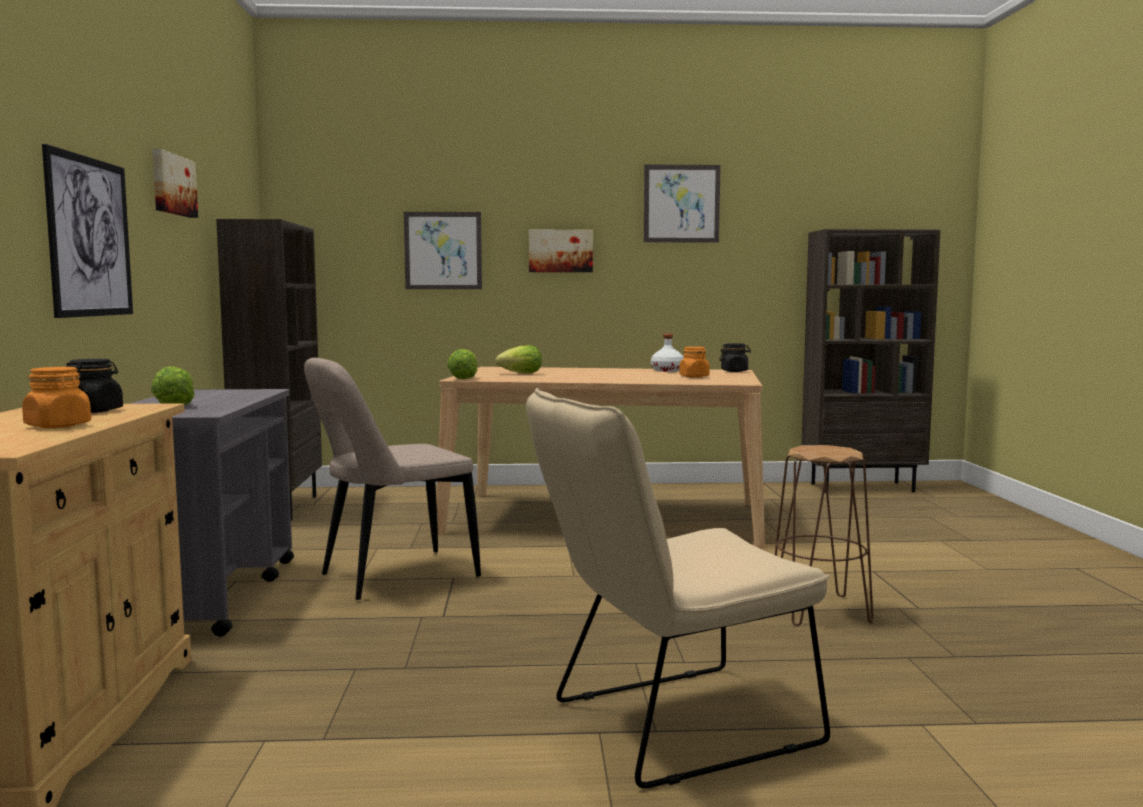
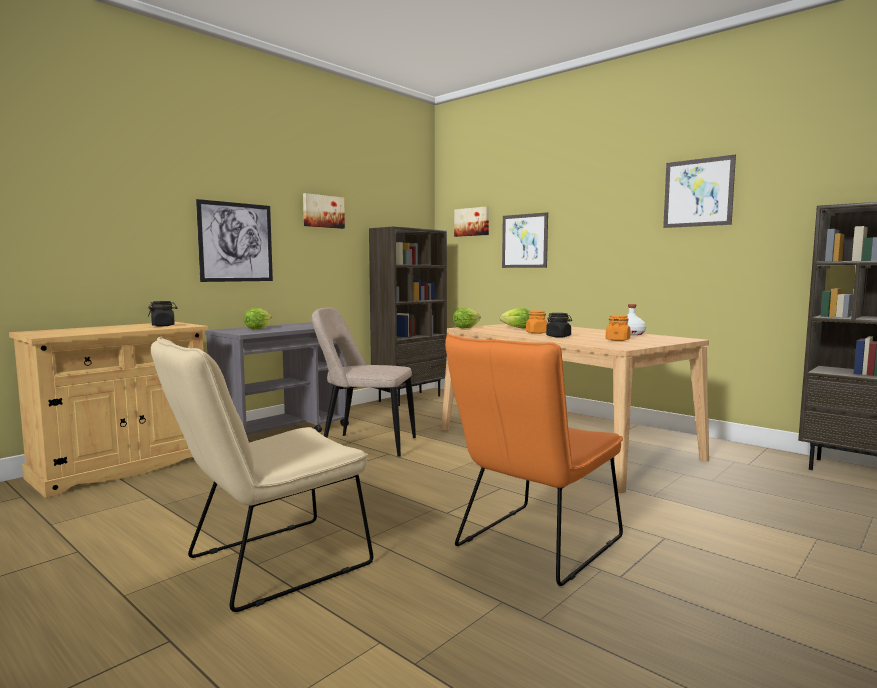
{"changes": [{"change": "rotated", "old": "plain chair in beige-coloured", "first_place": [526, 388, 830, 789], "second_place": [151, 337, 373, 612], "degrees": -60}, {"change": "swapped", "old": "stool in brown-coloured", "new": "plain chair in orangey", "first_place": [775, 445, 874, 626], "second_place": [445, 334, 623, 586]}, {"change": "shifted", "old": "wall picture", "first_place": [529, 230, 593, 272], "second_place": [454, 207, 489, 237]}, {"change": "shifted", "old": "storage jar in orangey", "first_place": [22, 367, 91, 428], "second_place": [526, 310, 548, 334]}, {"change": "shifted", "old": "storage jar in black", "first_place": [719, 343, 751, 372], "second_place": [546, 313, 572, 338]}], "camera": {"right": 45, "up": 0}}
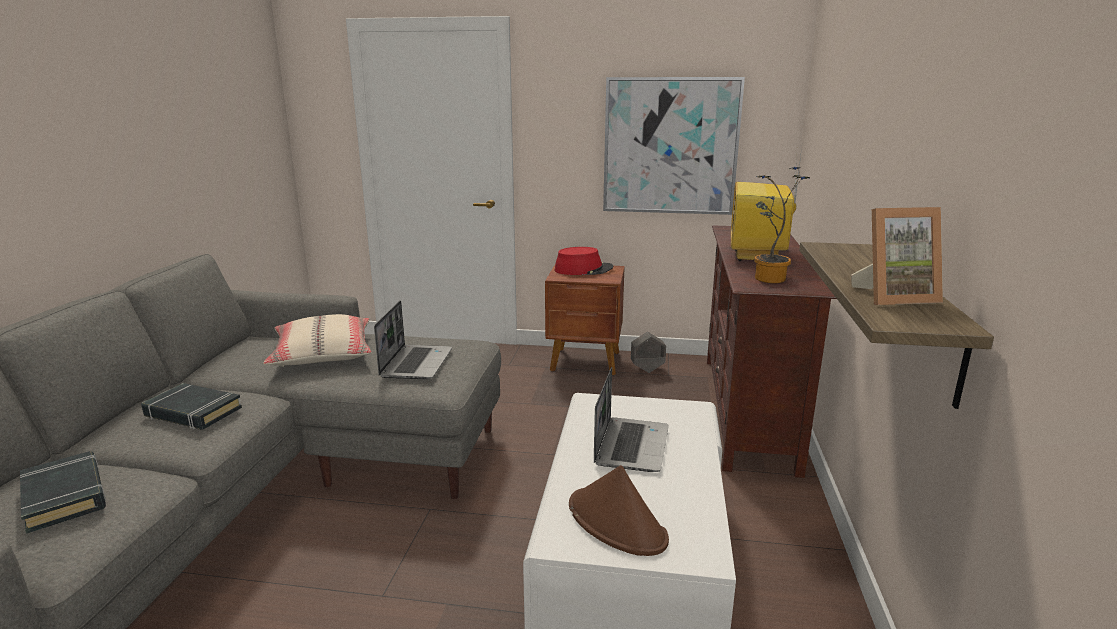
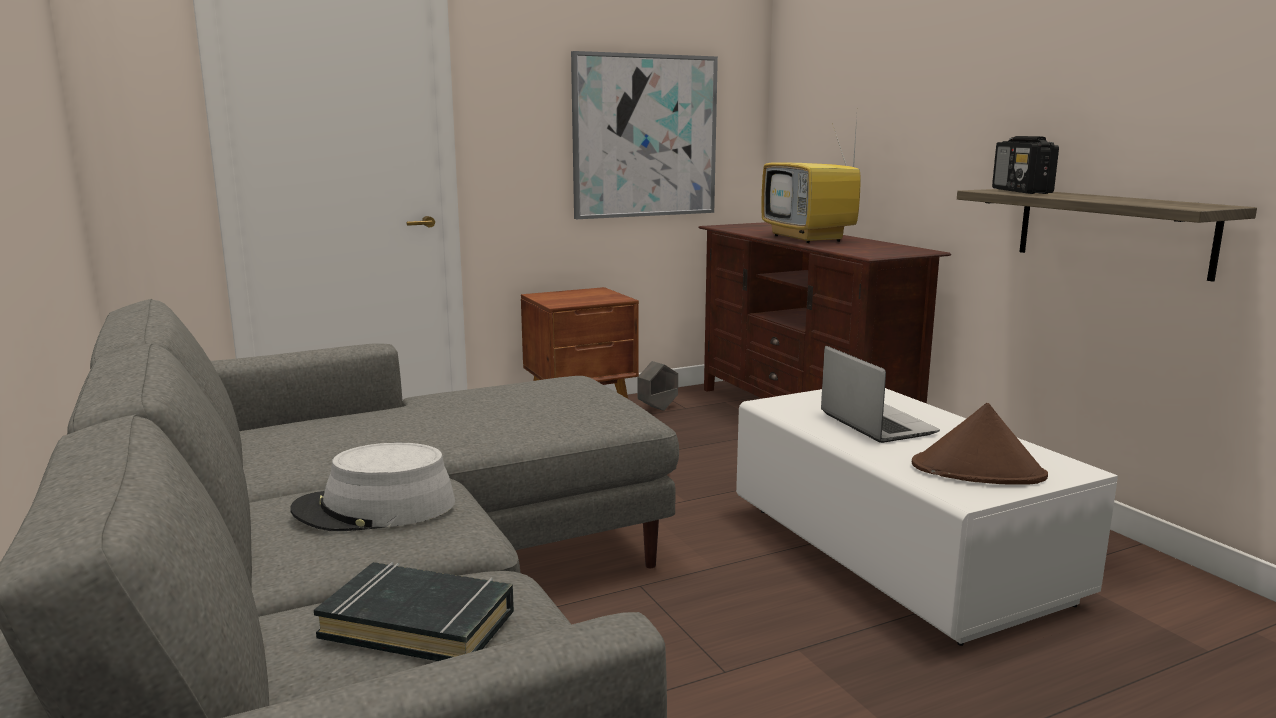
{"changes": [{"change": "swapped", "old": "bound book in black", "new": "wearable hat in greyish", "first_place": [141, 383, 242, 430], "second_place": [290, 442, 455, 531]}, {"change": "new", "new": "radio set", "second_place": [992, 136, 1059, 194]}, {"change": "gone", "old": "cushion in beige-coloured", "first_place": [263, 314, 371, 367]}, {"change": "gone", "old": "laptop", "first_place": [374, 300, 452, 379]}, {"change": "gone", "old": "wearable hat in reddish", "first_place": [555, 247, 613, 275]}, {"change": "gone", "old": "houseplant", "first_place": [754, 167, 810, 283]}, {"change": "gone", "old": "picture frame", "first_place": [851, 207, 943, 305]}], "camera": {"right": -35, "up": -5}}
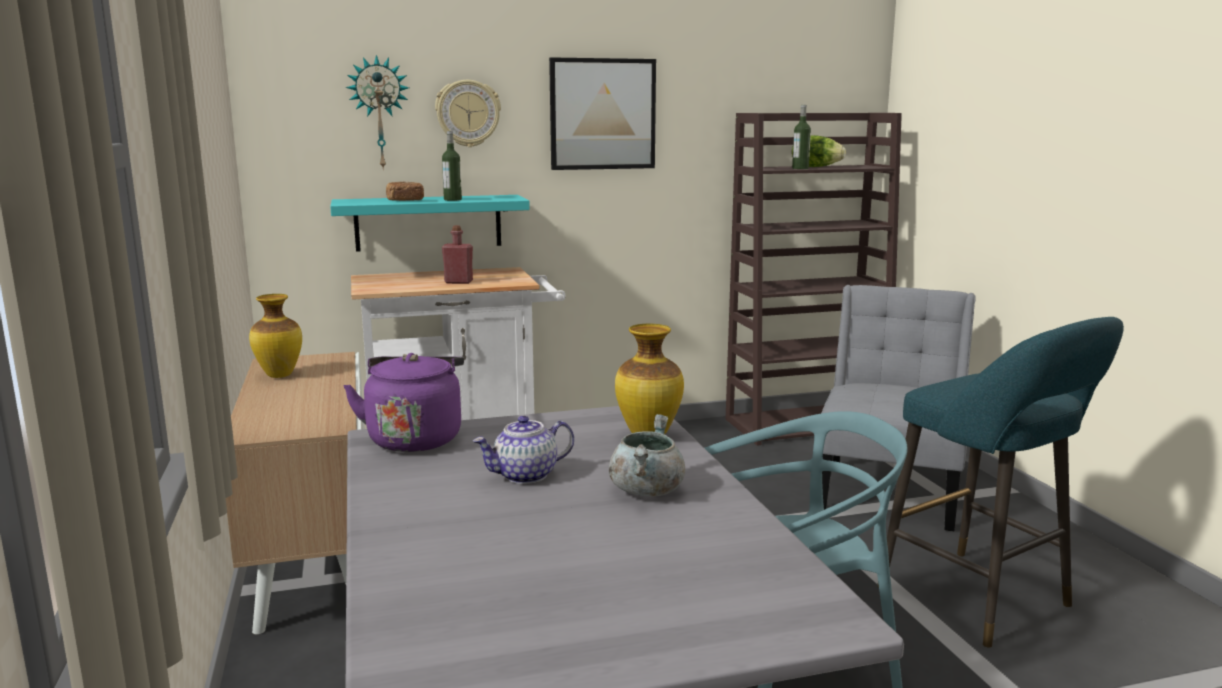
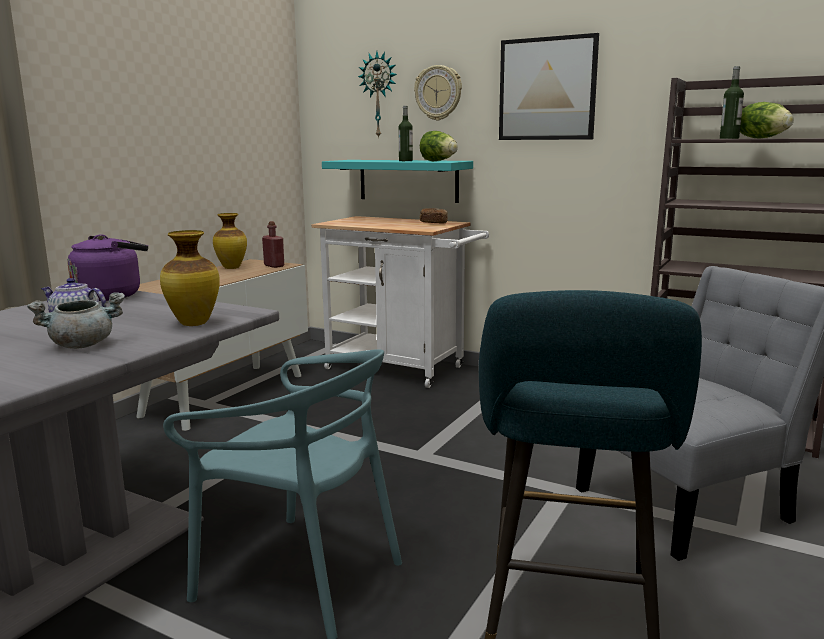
{"changes": [{"change": "shifted", "old": "bottle in reddish", "first_place": [442, 225, 473, 284], "second_place": [262, 221, 284, 268]}, {"change": "new", "new": "head of lettuce", "second_place": [420, 131, 458, 161]}, {"change": "shifted", "old": "baked bread", "first_place": [386, 181, 424, 201], "second_place": [420, 208, 448, 224]}], "camera": {"right": 45, "up": 0}}
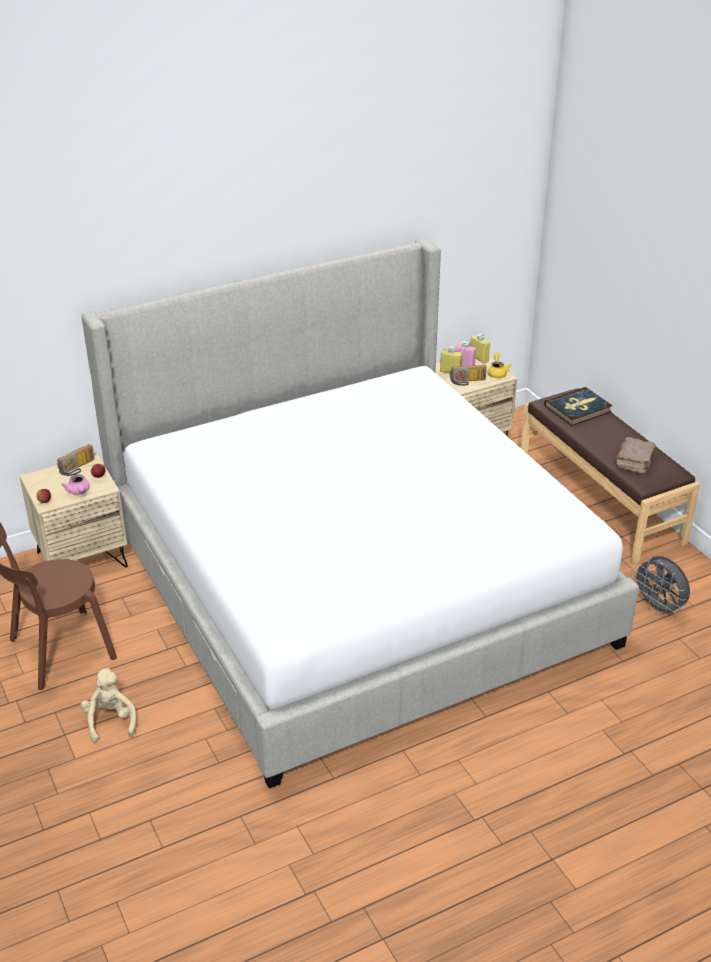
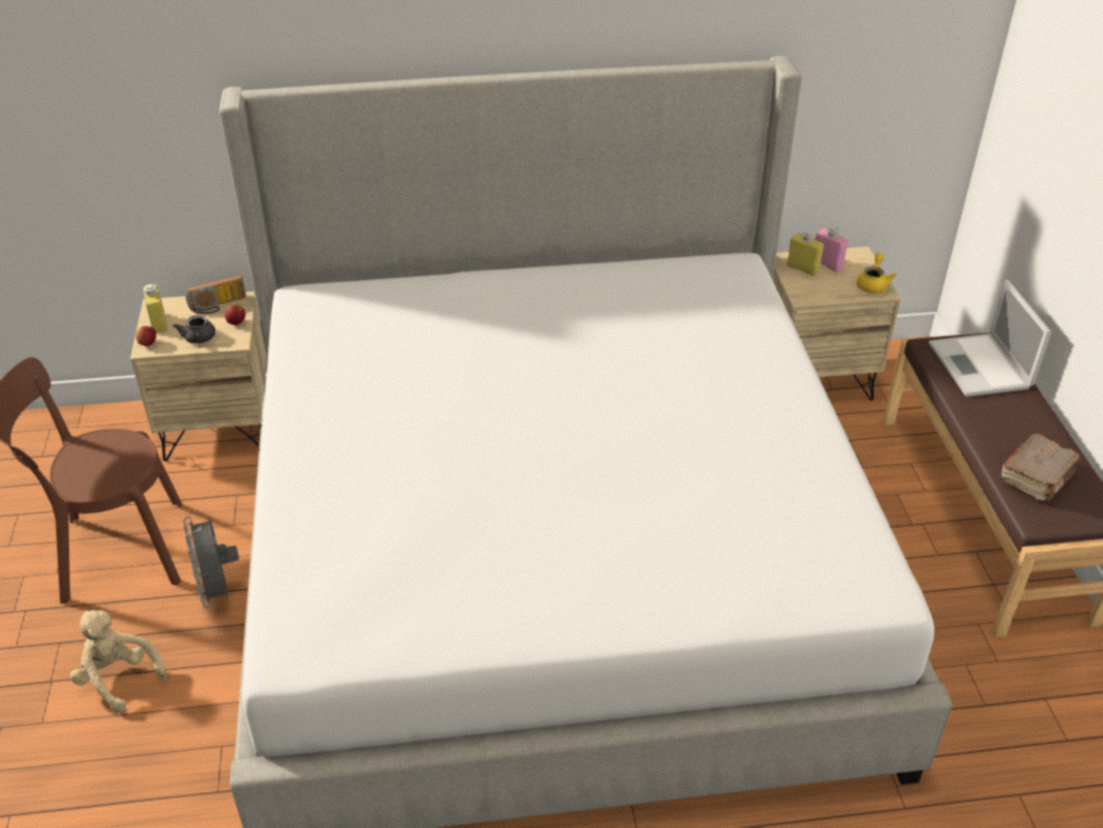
{"changes": [{"change": "rotated", "old": "plush toy in beige-coloured", "first_place": [80, 668, 136, 743], "second_place": [70, 610, 166, 713], "degrees": -60}, {"change": "shifted", "old": "bottle in yellow-coloured", "first_place": [470, 334, 490, 364], "second_place": [143, 284, 167, 333]}, {"change": "repainted", "old": "tea pot in pink", "new": "tea pot in greyish", "first_place": [62, 474, 90, 495], "second_place": [173, 315, 215, 344]}, {"change": "shifted", "old": "fan in greyish", "first_place": [632, 556, 690, 617], "second_place": [183, 516, 239, 609]}, {"change": "swapped", "old": "bound book", "new": "laptop", "first_place": [544, 387, 613, 426], "second_place": [929, 280, 1051, 397]}, {"change": "gone", "old": "radio set", "first_place": [450, 365, 487, 386]}], "camera": {"right": 20, "up": 5}}
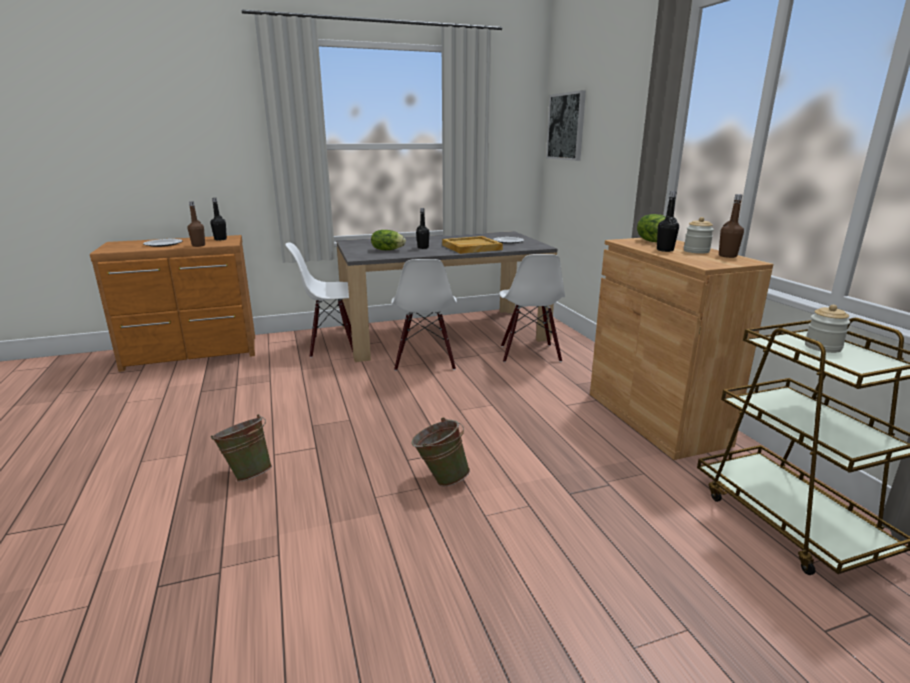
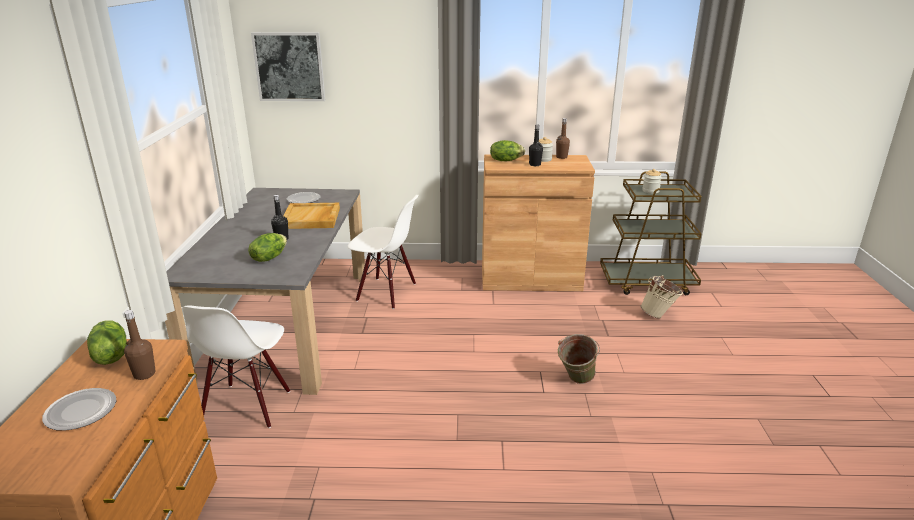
{"changes": [{"change": "swapped", "old": "bottle in black", "new": "head of lettuce", "first_place": [210, 198, 227, 240], "second_place": [87, 320, 127, 365]}, {"change": "new", "new": "bucket in beige-coloured", "second_place": [640, 275, 683, 319]}, {"change": "gone", "old": "bucket in greenish", "first_place": [211, 414, 272, 482]}, {"change": "gone", "old": "plain chair in whitish", "first_place": [391, 259, 457, 371]}], "camera": {"right": -70, "up": 5}}
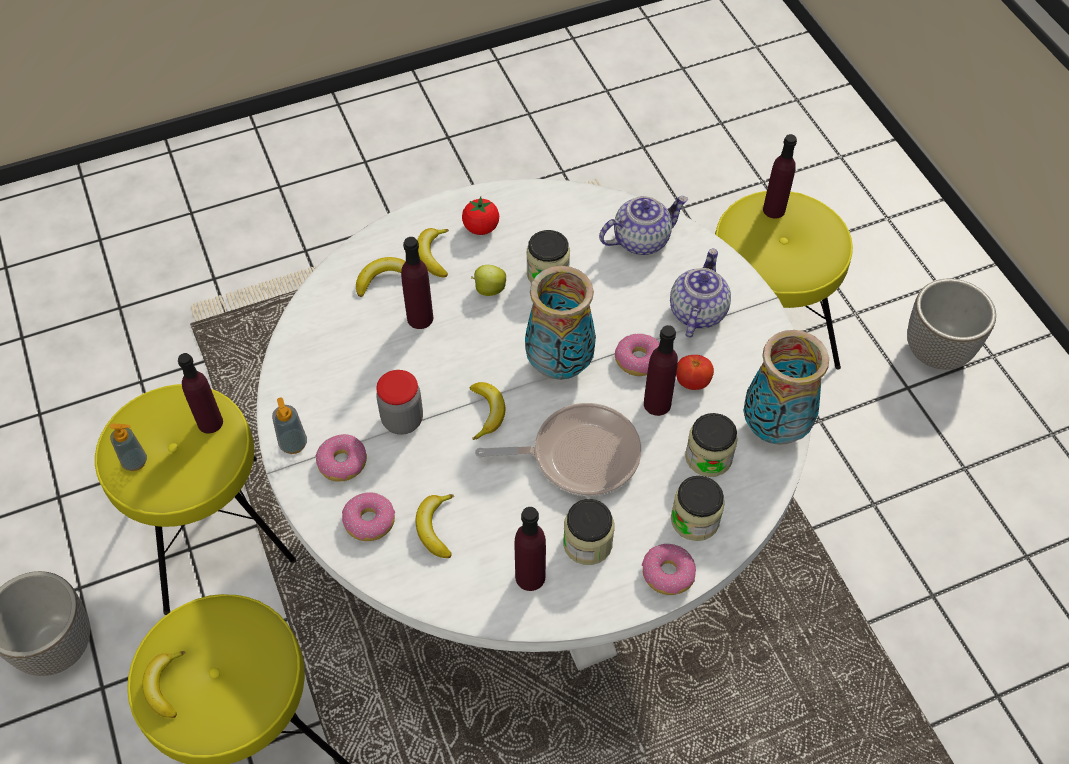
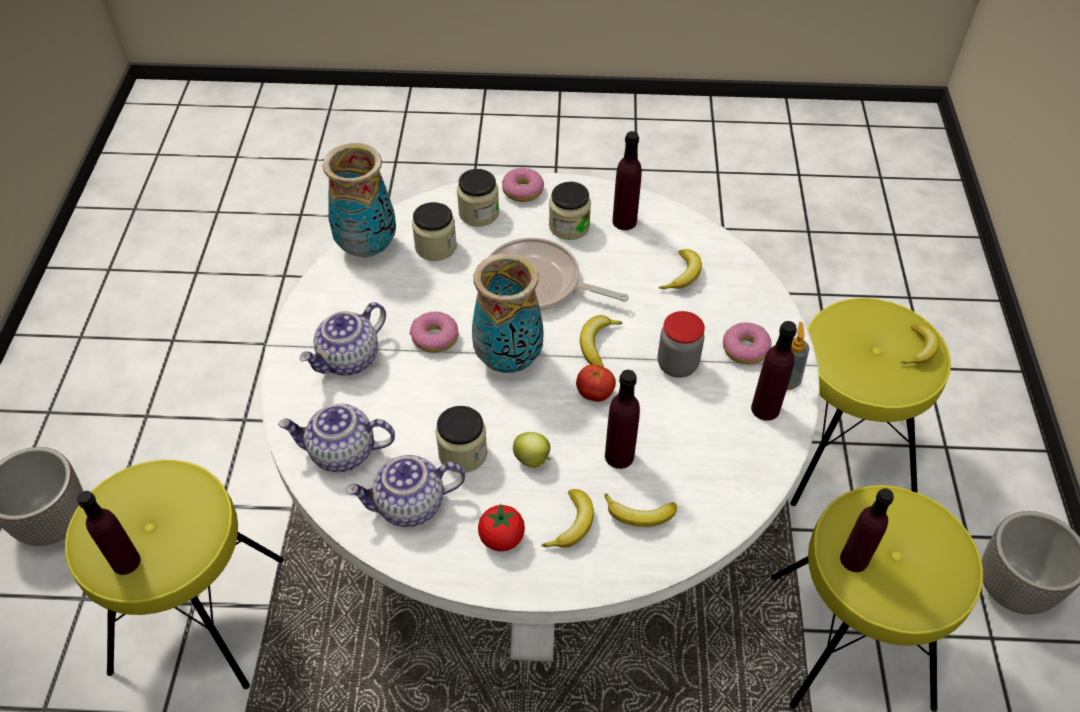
{"changes": [{"change": "new", "new": "tea pot", "second_place": [346, 455, 465, 527]}, {"change": "shifted", "old": "whole tomato", "first_place": [676, 355, 714, 390], "second_place": [576, 364, 616, 402]}, {"change": "shifted", "old": "bottle in purplish", "first_place": [644, 325, 678, 416], "second_place": [751, 321, 797, 421]}, {"change": "gone", "old": "soap dispenser", "first_place": [110, 424, 147, 471]}, {"change": "gone", "old": "ring doughnut", "first_place": [342, 492, 395, 541]}], "camera": {"right": -155, "up": -5}}
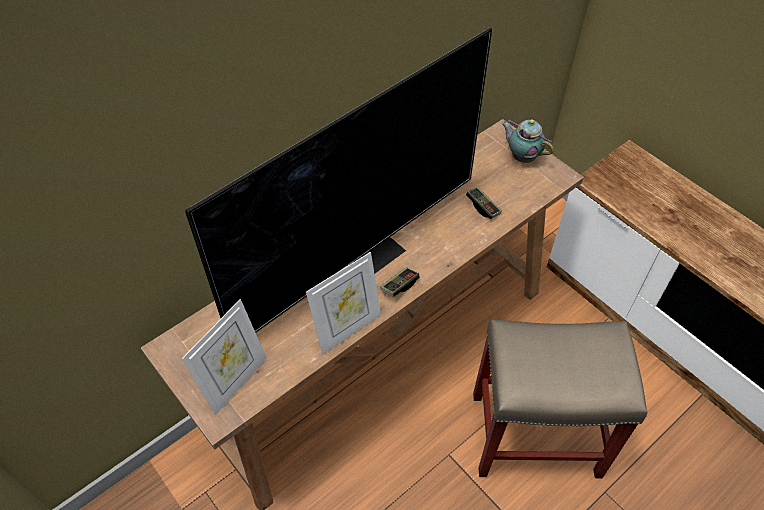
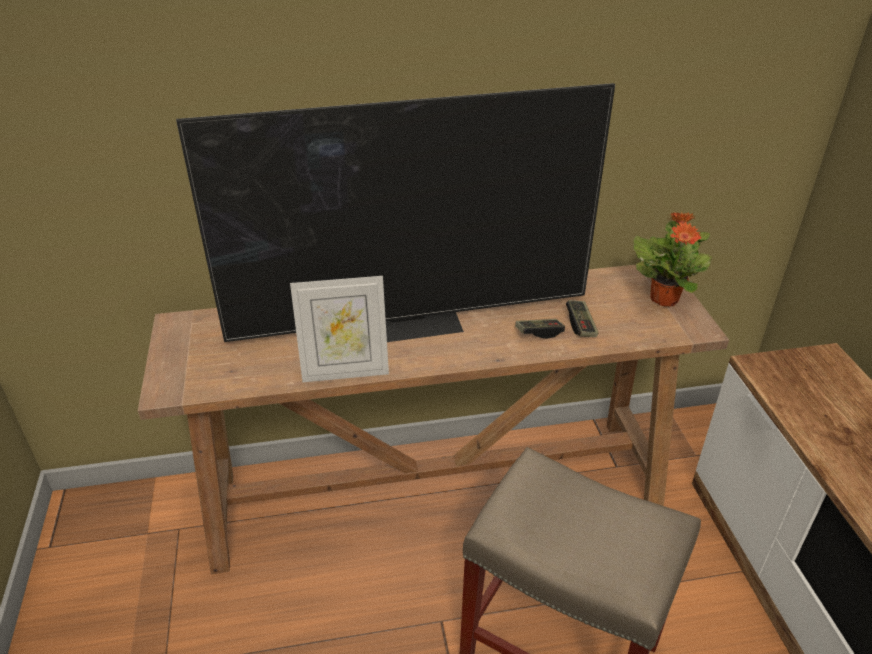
{"changes": [{"change": "shifted", "old": "gamepad", "first_place": [381, 267, 420, 297], "second_place": [515, 319, 565, 339]}, {"change": "swapped", "old": "tea pot", "new": "houseplant", "first_place": [501, 119, 554, 163], "second_place": [633, 212, 712, 307]}, {"change": "gone", "old": "picture frame", "first_place": [182, 299, 267, 415]}], "camera": {"right": 30, "up": -15}}
